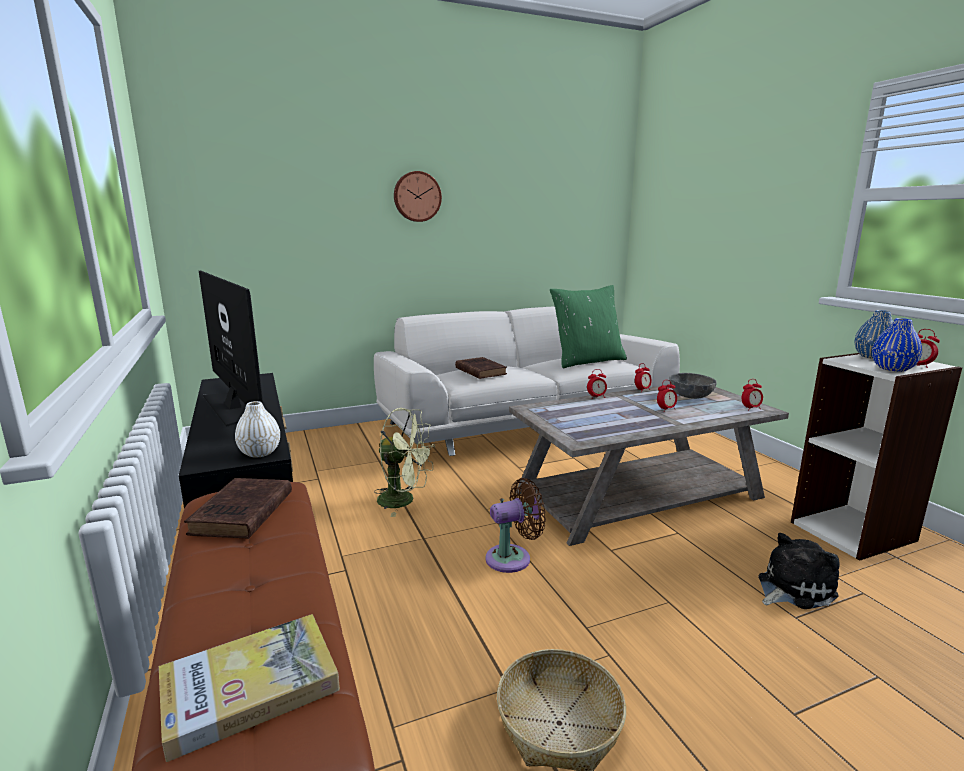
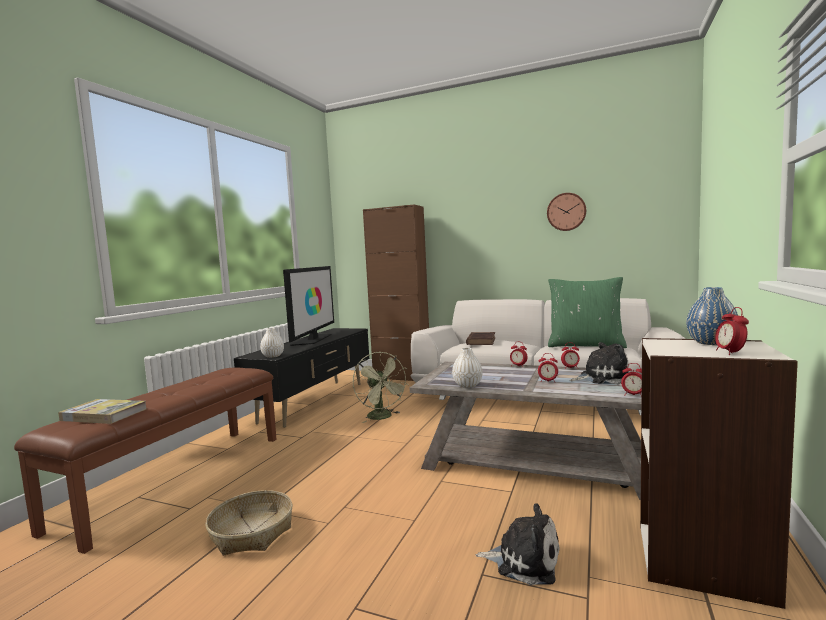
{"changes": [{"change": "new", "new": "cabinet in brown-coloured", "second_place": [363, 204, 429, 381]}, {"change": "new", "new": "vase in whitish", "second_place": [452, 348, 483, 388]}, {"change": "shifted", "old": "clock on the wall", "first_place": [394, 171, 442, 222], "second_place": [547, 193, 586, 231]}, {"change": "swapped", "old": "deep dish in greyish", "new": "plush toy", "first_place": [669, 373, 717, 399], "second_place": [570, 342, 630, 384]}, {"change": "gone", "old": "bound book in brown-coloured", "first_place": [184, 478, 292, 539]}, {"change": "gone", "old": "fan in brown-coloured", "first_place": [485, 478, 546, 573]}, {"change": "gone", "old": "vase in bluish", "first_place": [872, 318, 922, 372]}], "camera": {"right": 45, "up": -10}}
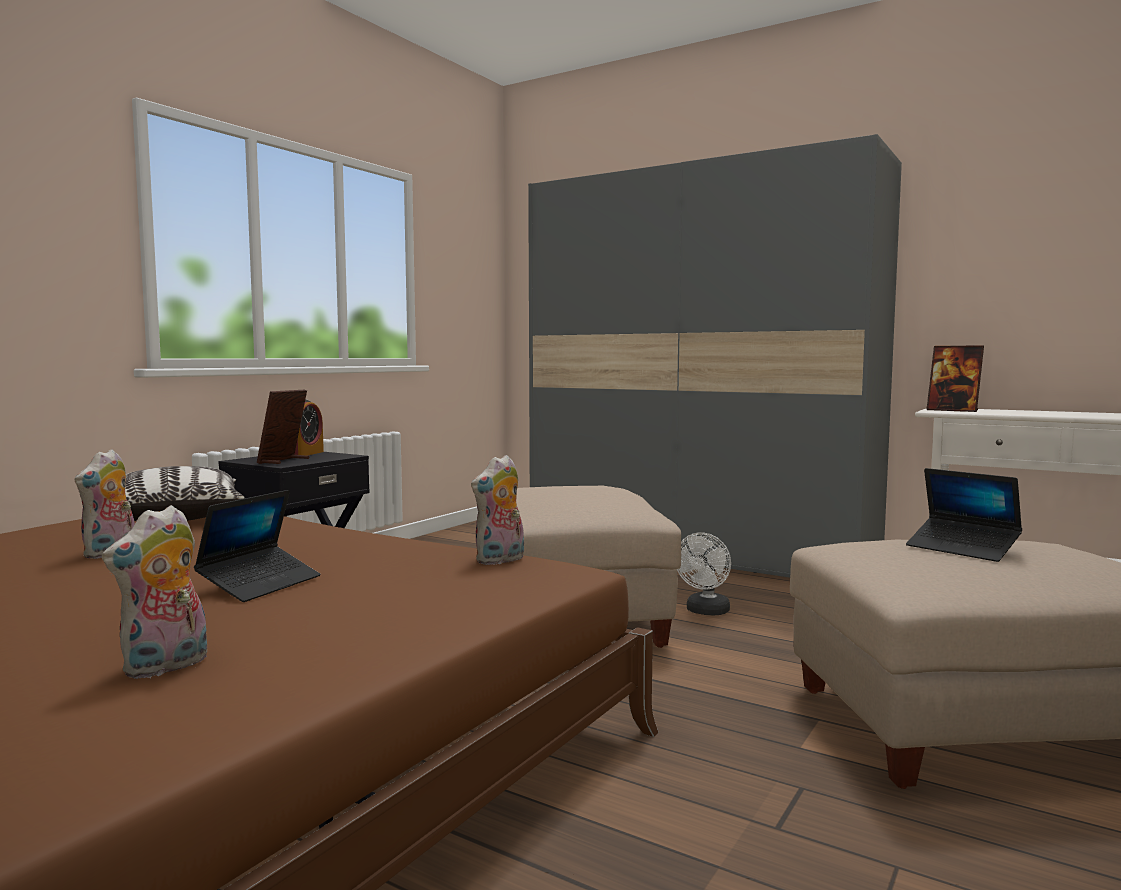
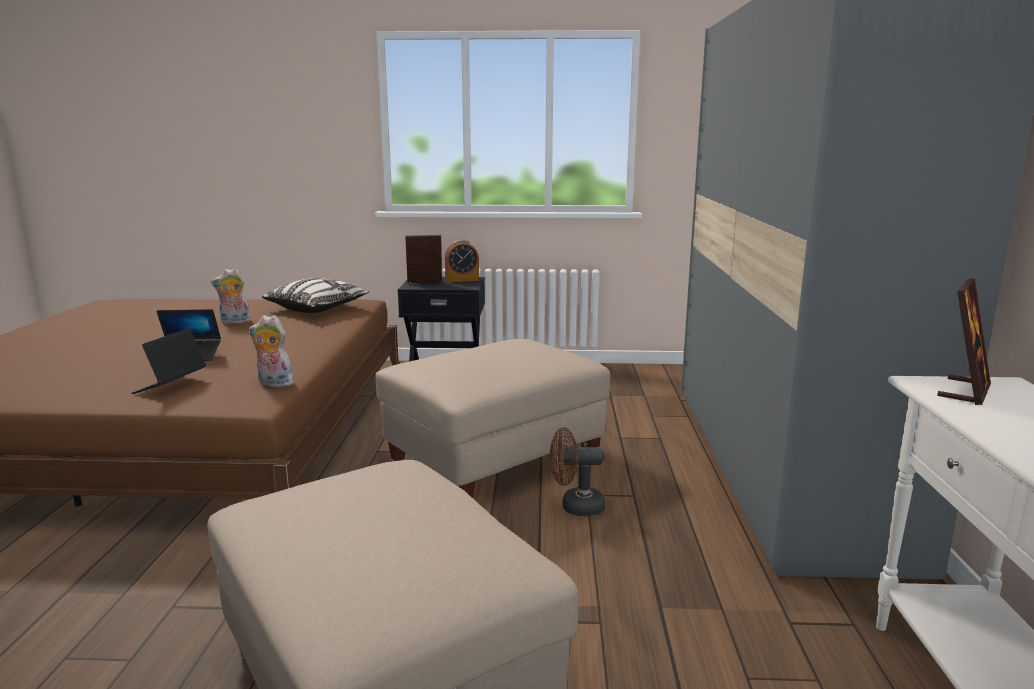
{"changes": [{"change": "shifted", "old": "laptop", "first_place": [906, 468, 1022, 562], "second_place": [131, 328, 206, 394]}, {"change": "repainted", "old": "fan in whitish", "new": "fan in brown-coloured", "first_place": [677, 533, 731, 615], "second_place": [550, 428, 605, 516]}, {"change": "rotated", "old": "picture frame", "first_place": [927, 345, 984, 412], "second_place": [937, 278, 991, 405], "degrees": -150}, {"change": "gone", "old": "plush toy", "first_place": [102, 505, 207, 679]}], "camera": {"right": 60, "up": 10}}
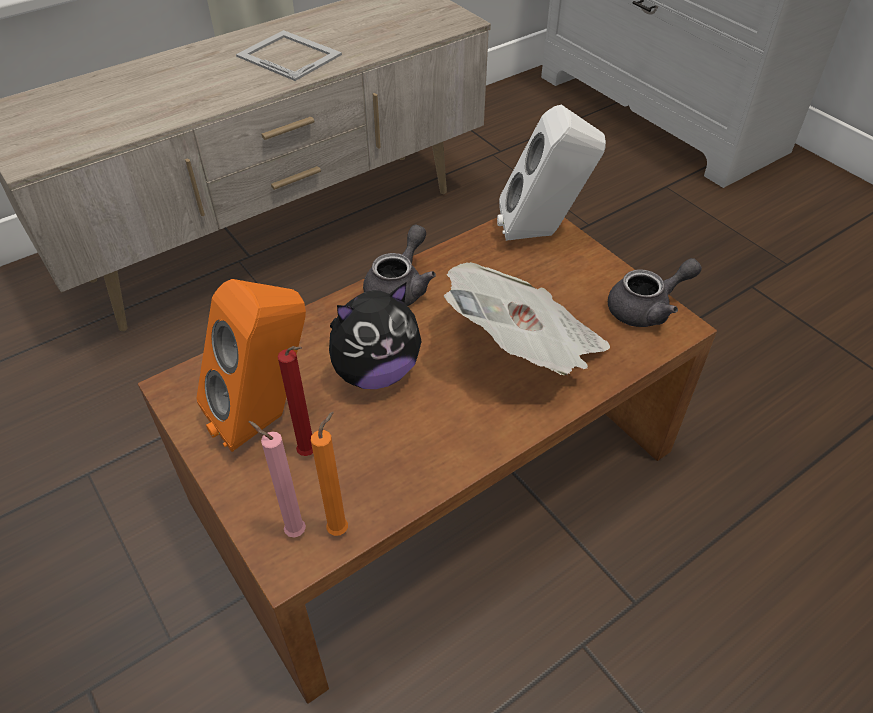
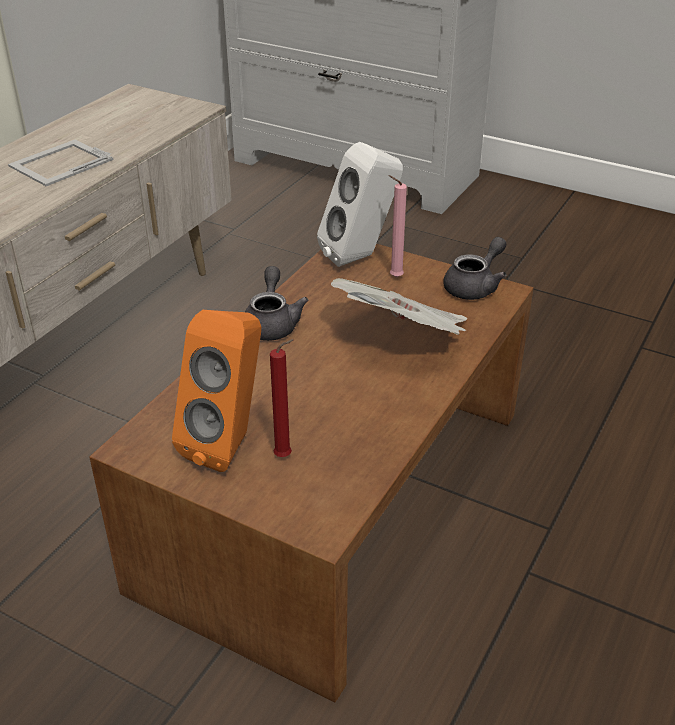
{"changes": [{"change": "rotated", "old": "picture frame", "first_place": [236, 30, 342, 81], "second_place": [8, 140, 113, 186], "degrees": -60}, {"change": "shifted", "old": "wax light in pink", "first_place": [249, 421, 306, 538], "second_place": [388, 175, 407, 278]}, {"change": "gone", "old": "wax light in orangey", "first_place": [311, 411, 348, 536]}, {"change": "gone", "old": "plush toy", "first_place": [329, 282, 422, 389]}], "camera": {"right": -25, "up": -10}}
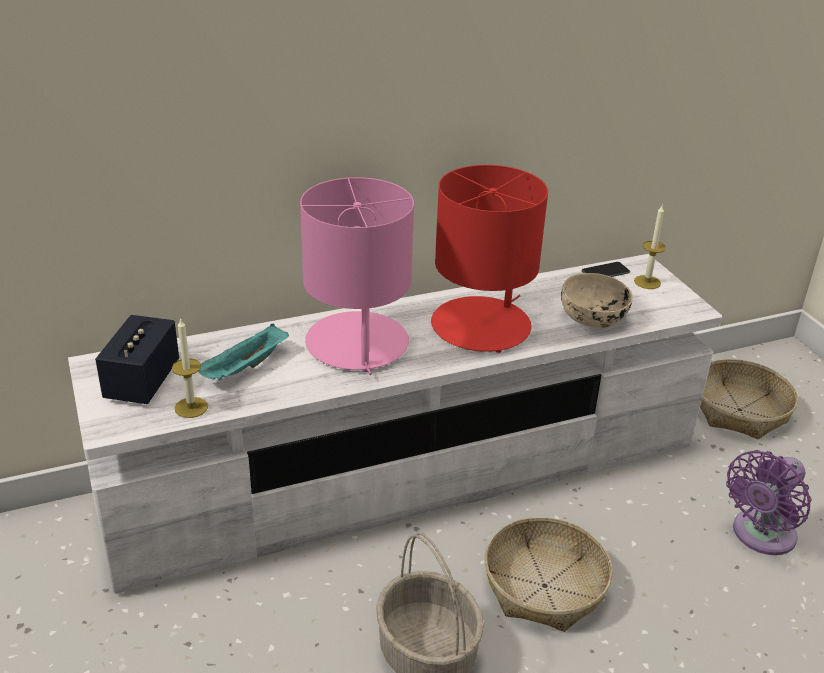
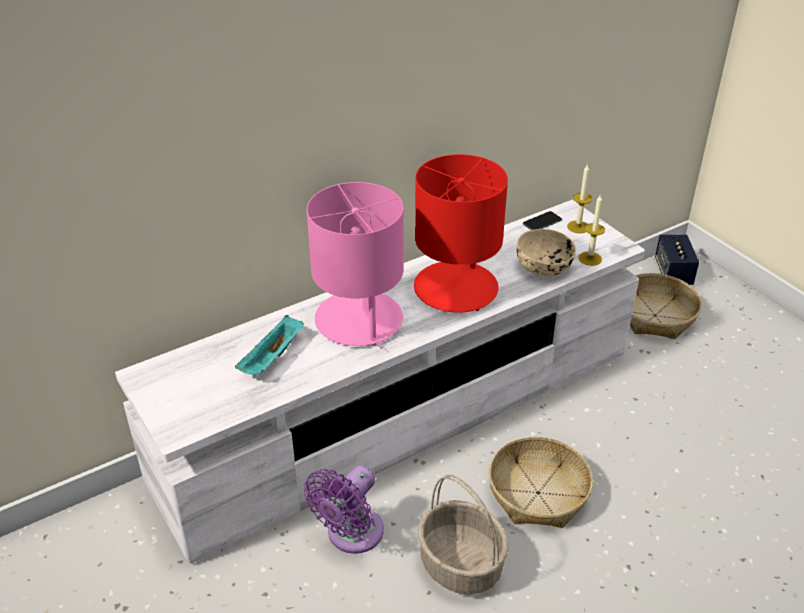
{"changes": [{"change": "shifted", "old": "fan in purplish", "first_place": [726, 450, 811, 555], "second_place": [304, 465, 384, 554]}, {"change": "shifted", "old": "wax light", "first_place": [172, 318, 208, 418], "second_place": [579, 195, 605, 266]}, {"change": "shifted", "old": "audio speaker", "first_place": [95, 315, 179, 404], "second_place": [655, 235, 699, 285]}], "camera": {"right": -10, "up": 5}}
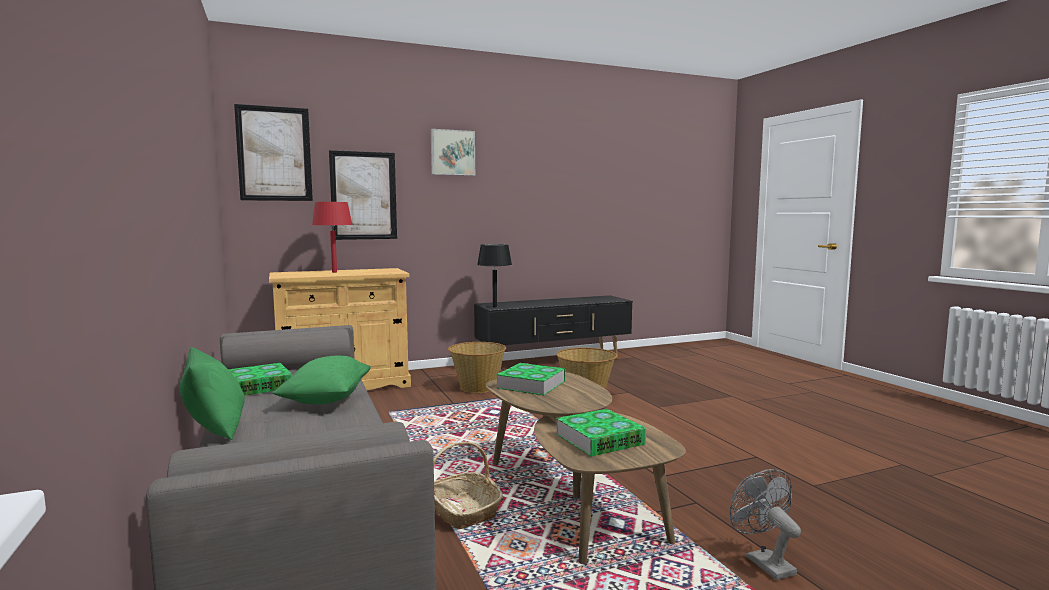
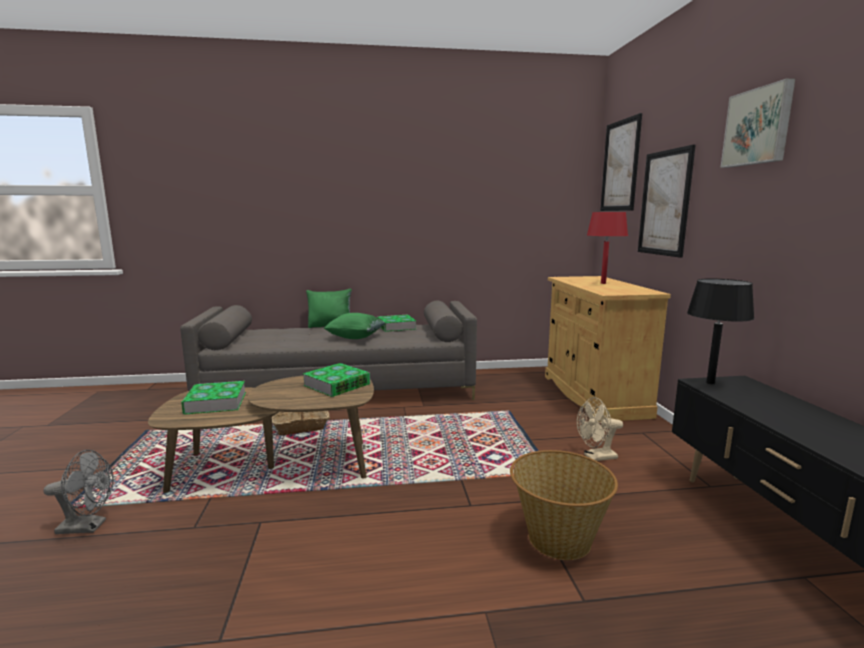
{"changes": [{"change": "swapped", "old": "household basket", "new": "fan in beige-coloured", "first_place": [448, 342, 506, 393], "second_place": [577, 397, 623, 461]}], "camera": {"right": 105, "up": 5}}
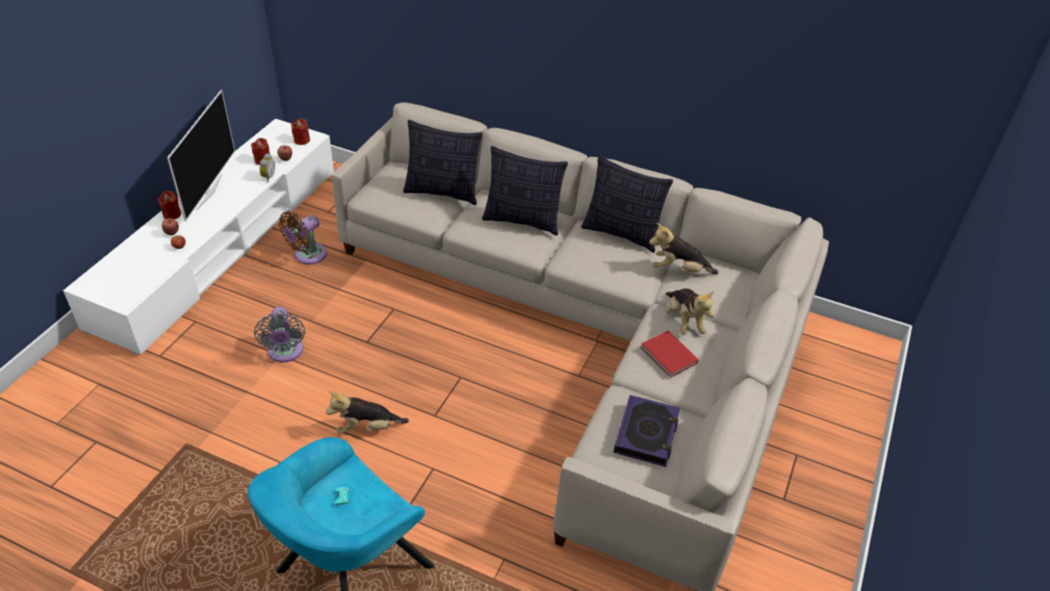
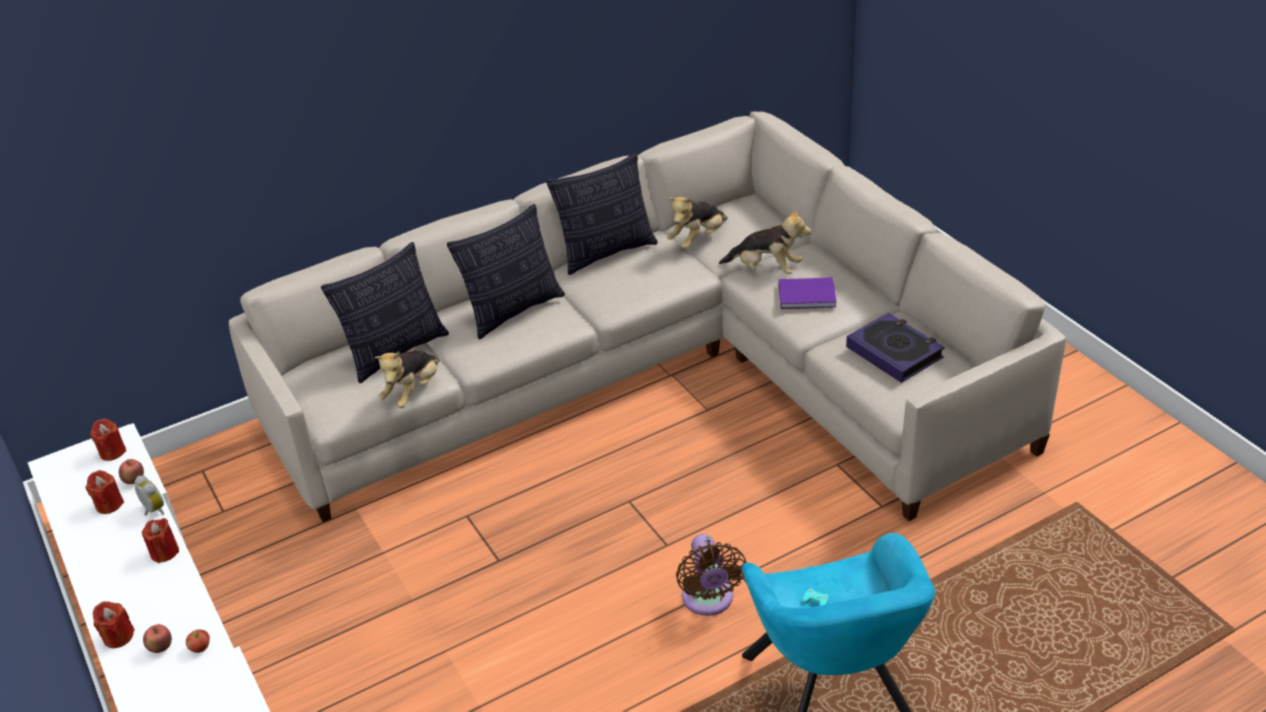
{"changes": [{"change": "new", "new": "wax light in reddish", "second_place": [142, 518, 179, 563]}, {"change": "shifted", "old": "plush toy", "first_place": [326, 391, 409, 433], "second_place": [375, 350, 440, 408]}, {"change": "shifted", "old": "fan in brown-coloured", "first_place": [279, 211, 327, 264], "second_place": [676, 534, 746, 616]}, {"change": "repainted", "old": "bound book in reddish", "new": "bound book in purplish", "first_place": [640, 331, 699, 378], "second_place": [779, 277, 837, 309]}, {"change": "gone", "old": "television", "first_place": [167, 90, 235, 221]}, {"change": "gone", "old": "fan in greyish", "first_place": [254, 307, 305, 362]}], "camera": {"right": -50, "up": -5}}
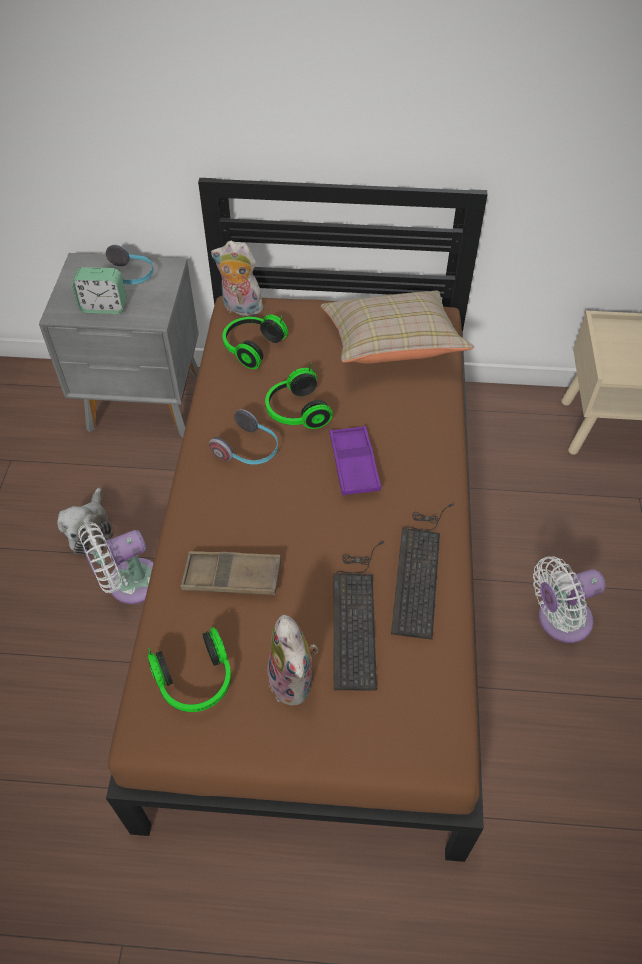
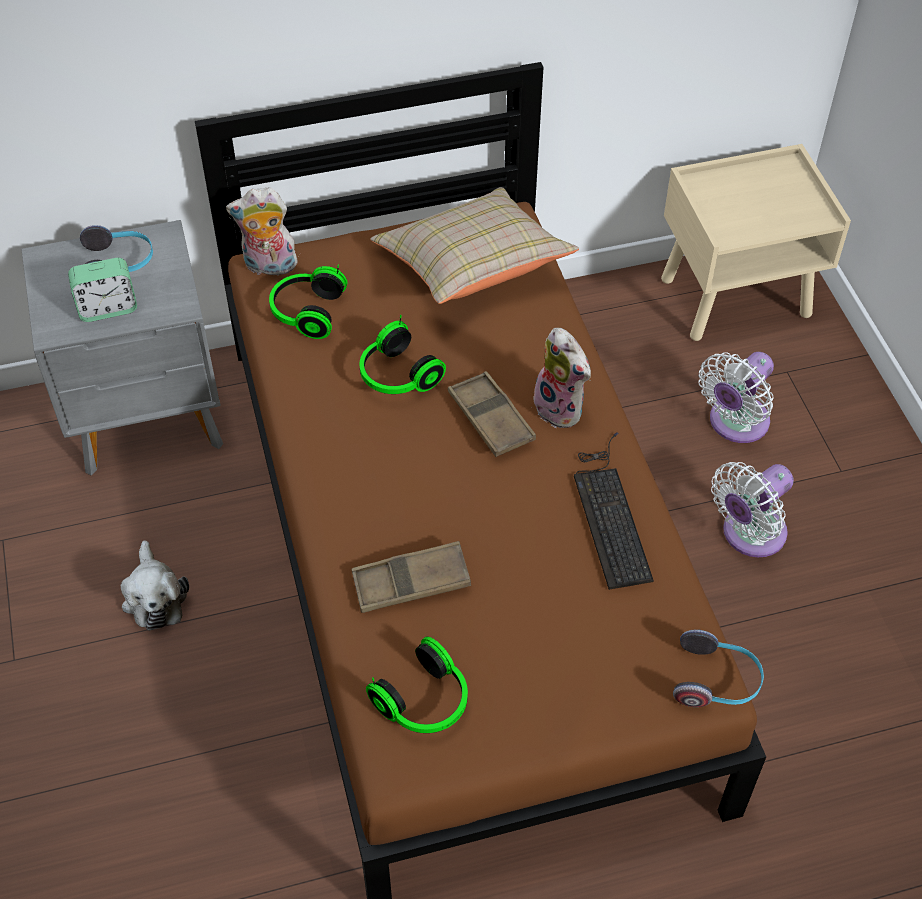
{"changes": [{"change": "repainted", "old": "carrying tray in purplish", "new": "carrying tray in brown-coloured", "first_place": [330, 426, 381, 495], "second_place": [448, 371, 536, 457]}, {"change": "shifted", "old": "plush toy", "first_place": [267, 615, 318, 706], "second_place": [533, 328, 591, 428]}, {"change": "shifted", "old": "headset", "first_place": [209, 409, 278, 464], "second_place": [673, 629, 764, 707]}, {"change": "shifted", "old": "fan in whitish", "first_place": [78, 522, 154, 604], "second_place": [699, 352, 774, 443]}, {"change": "gone", "old": "keyboard", "first_place": [333, 541, 384, 690]}], "camera": {"right": -20, "up": 0}}
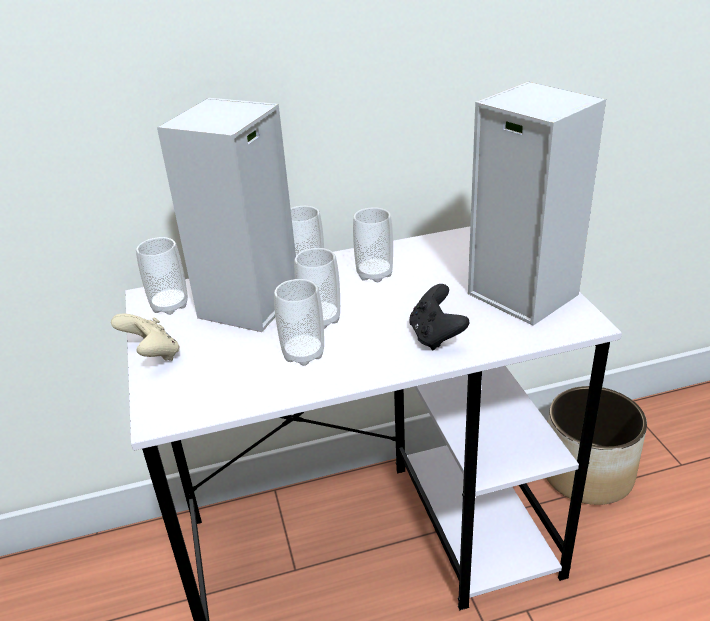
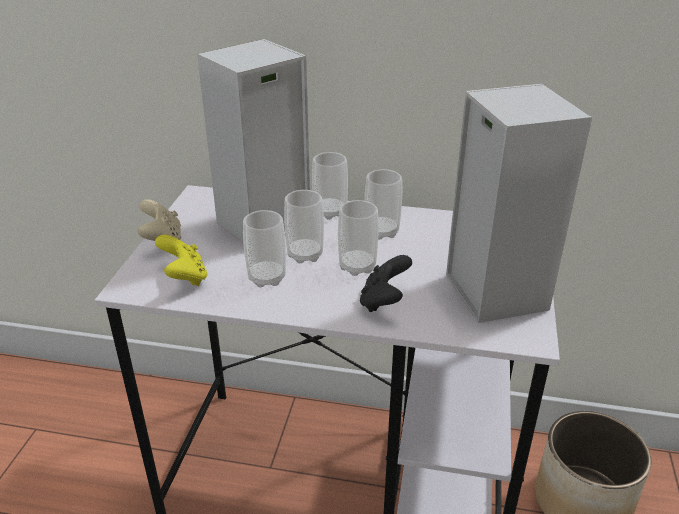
{"changes": [{"change": "new", "new": "gamepad in yellow-coloured", "second_place": [155, 235, 208, 286]}, {"change": "shifted", "old": "drinking cup", "first_place": [136, 237, 188, 315], "second_place": [338, 200, 379, 276]}], "camera": {"right": 25, "up": 0}}
